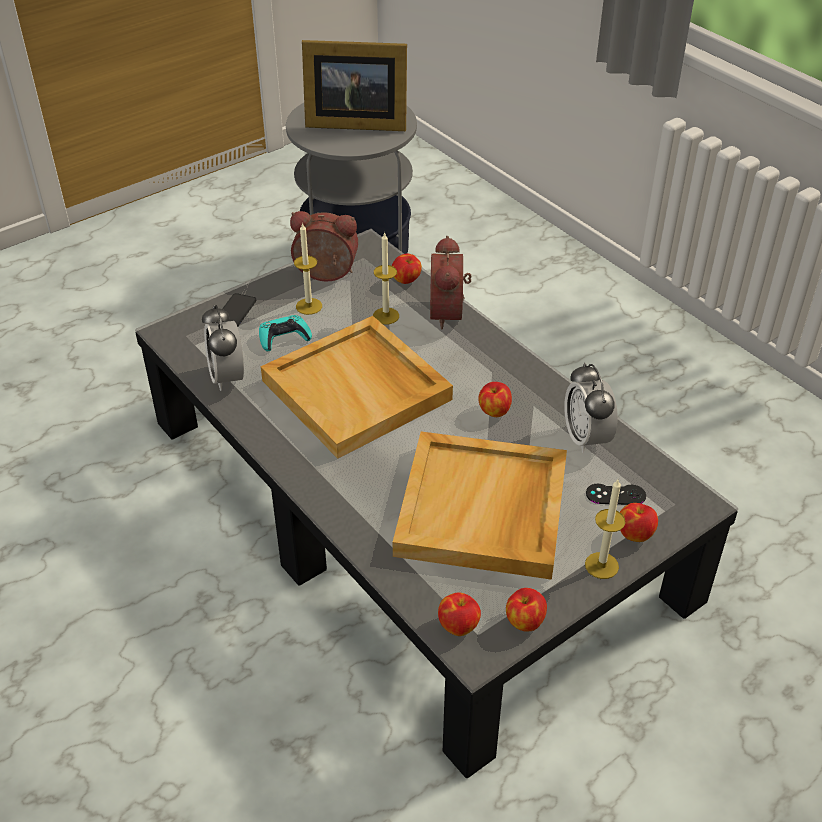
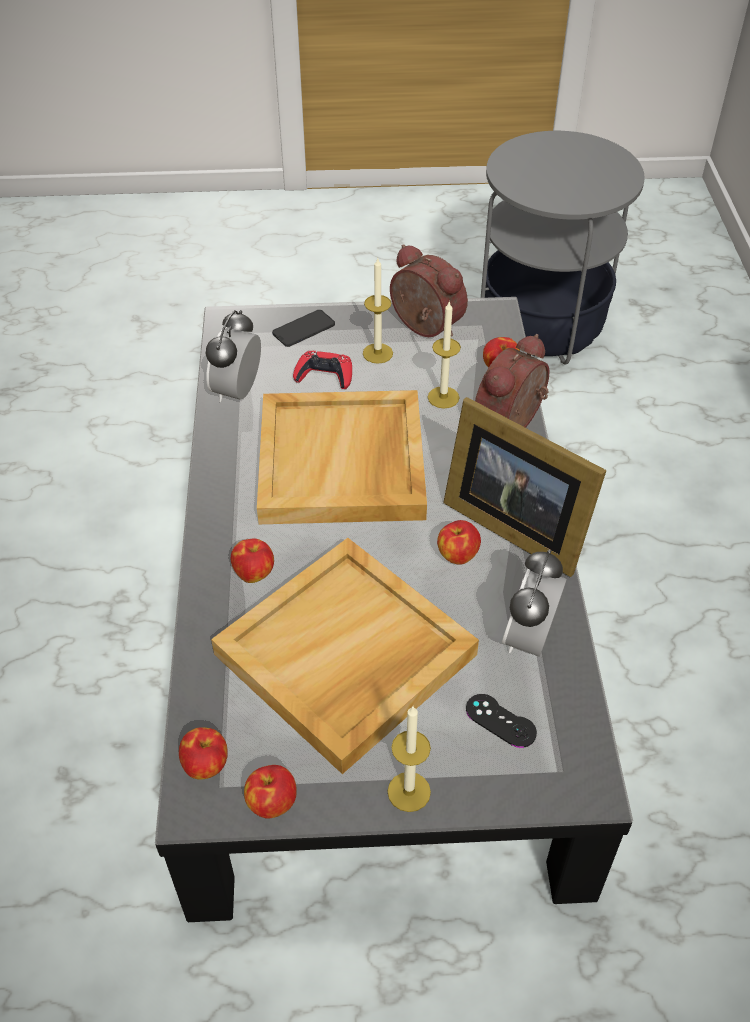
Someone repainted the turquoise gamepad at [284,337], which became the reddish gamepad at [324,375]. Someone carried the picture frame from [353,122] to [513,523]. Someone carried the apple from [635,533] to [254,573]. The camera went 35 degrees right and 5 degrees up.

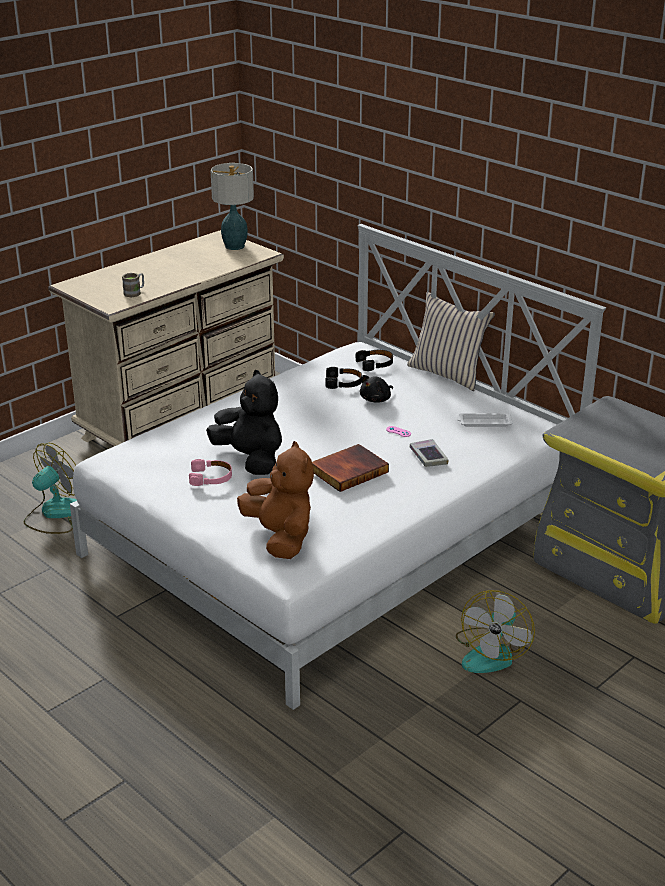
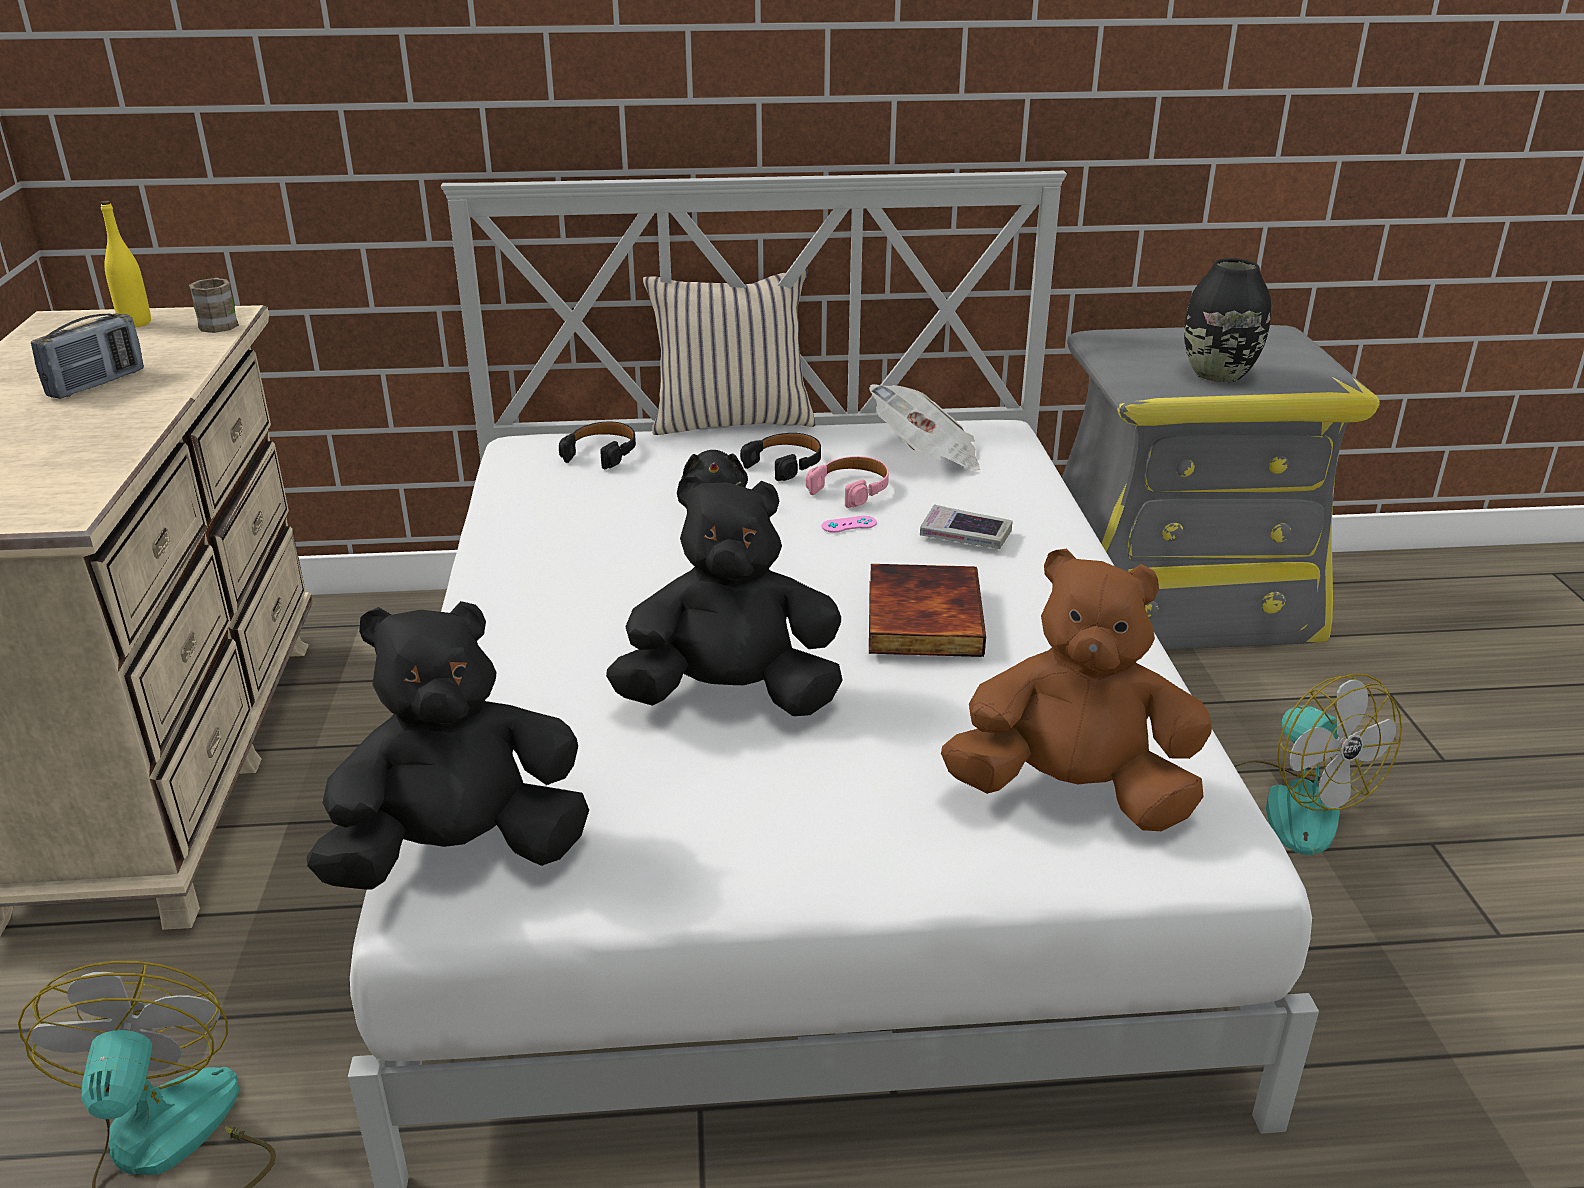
Someone carried the brown mug from [135,292] to [220,323]. Someone carried the pink-coloured pair of headphones from [211,477] to [851,489]. Someone swapped the table lamp at [235,246] for the yellow-coloured bottle at [135,323]. Someone carried the blackish pair of headphones from [343,383] to [785,464]. Someone swapped the white serving tray at [484,423] for the daily paper at [926,456]. Someone put down the radio at [97,384]. Someone put down the blackish cuddly toy at [461,853]. Someone put down the blackish decorative vase at [1217,374]. The camera went 50 degrees left and 0 degrees up.

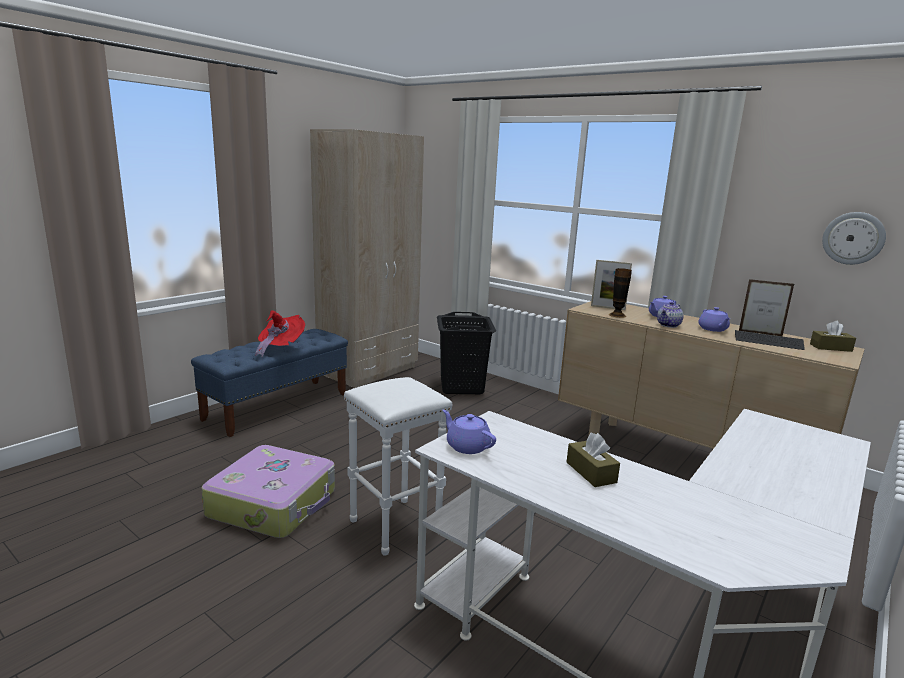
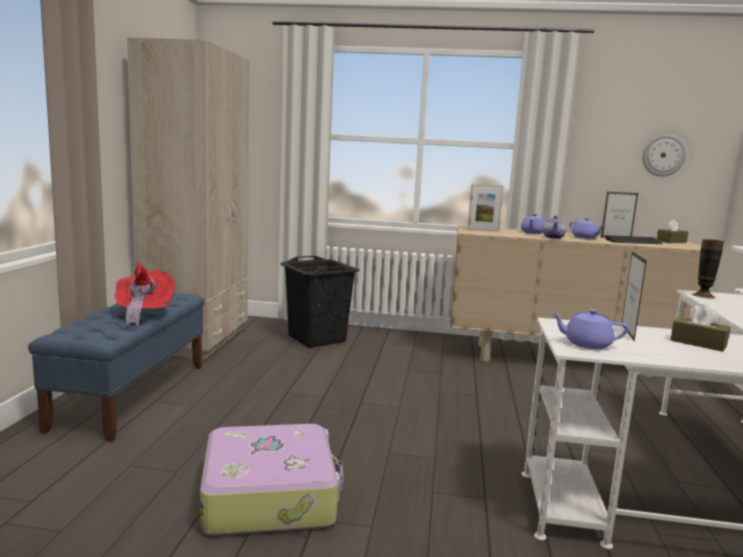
Someone took away the white stool at [395,524]. Someone carried the decorative vase from [617,315] to [703,295]. Someone put down the picture frame at [627,333]. The camera went 30 degrees left and 5 degrees down.

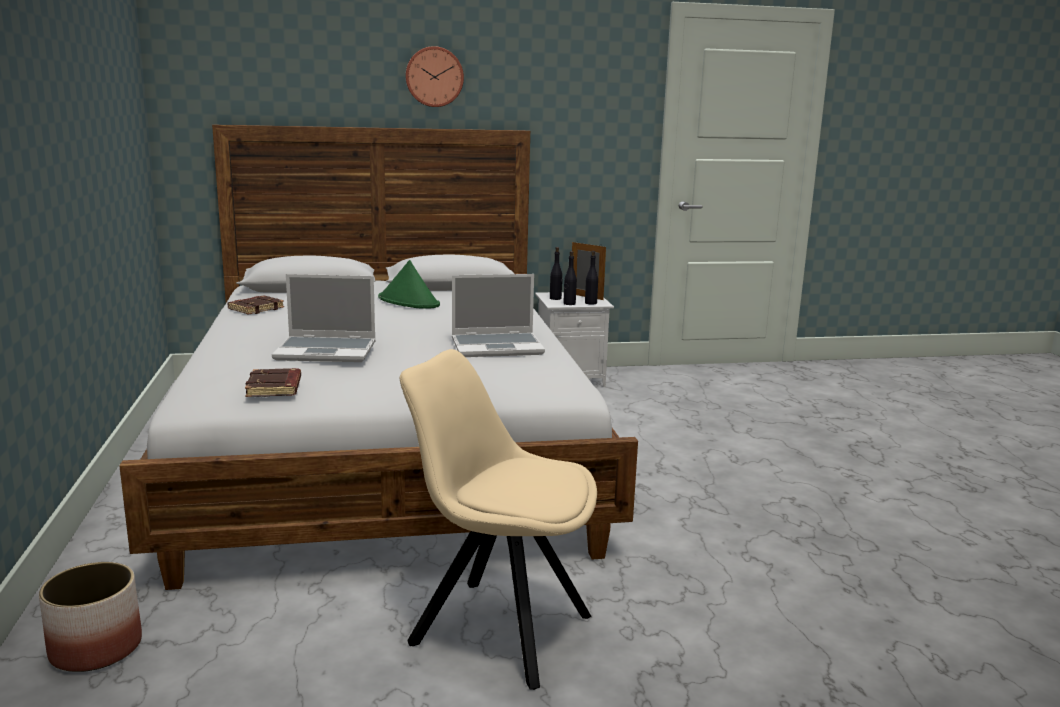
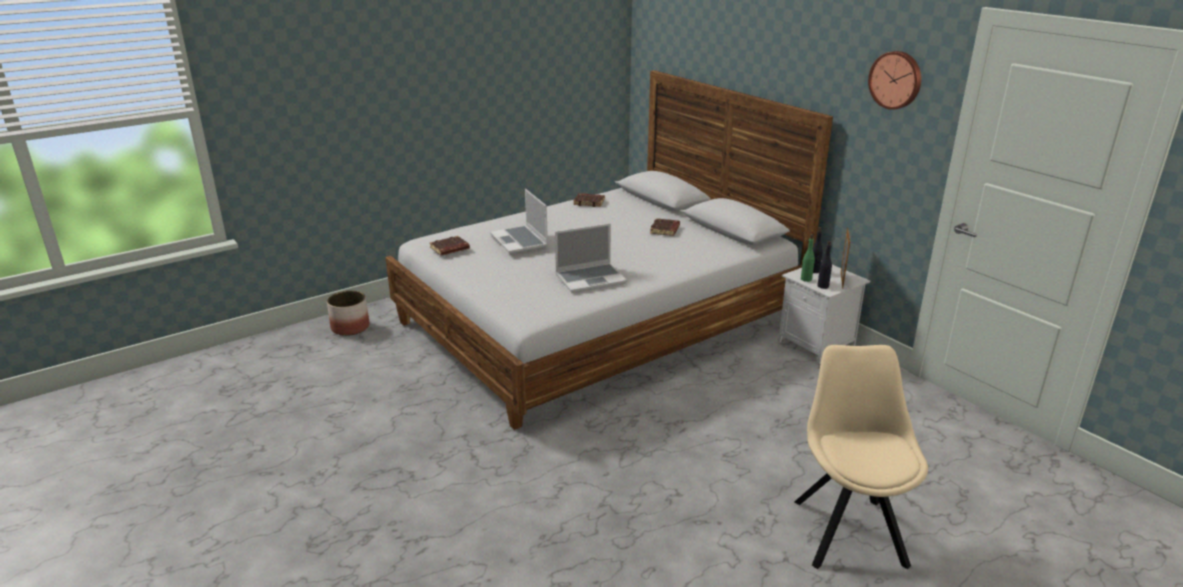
Someone swapped the green-coloured hat at [409,302] for the brown bound book at [665,230]. Someone carried the sand-coloured chair from [499,630] to [847,532]. Someone carried the clock on the wall from [434,77] to [896,80]. Someone rotated the portable computer at [498,346] by 75 degrees counterclockwise. Someone repainted the blackish bottle at [569,303], which became the green-coloured bottle at [806,279]. The camera went 65 degrees right and 10 degrees up.

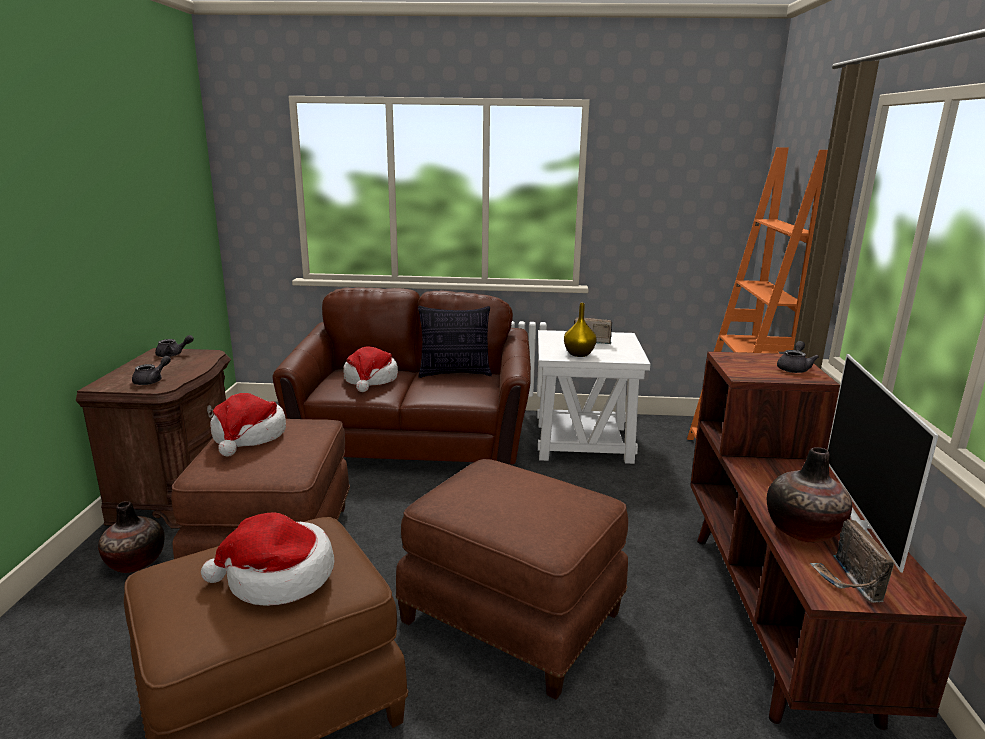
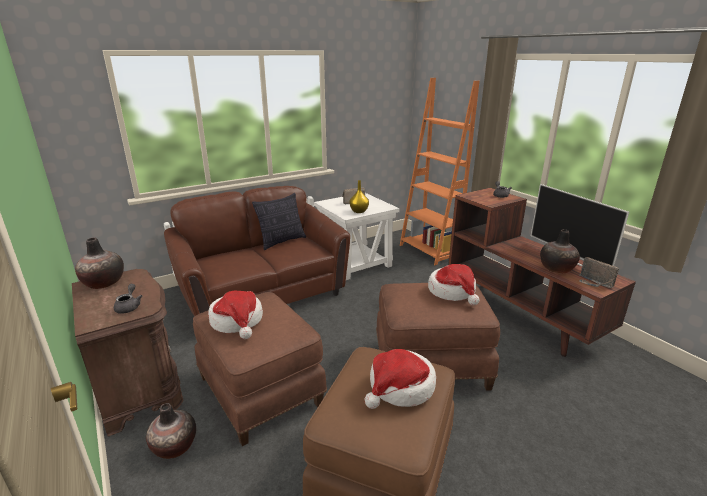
Someone swapped the greyish teapot at [173,354] for the decorative vase at [104,283]. Someone carried the hat from [370,380] to [452,291]. The camera went 35 degrees left and 5 degrees up.

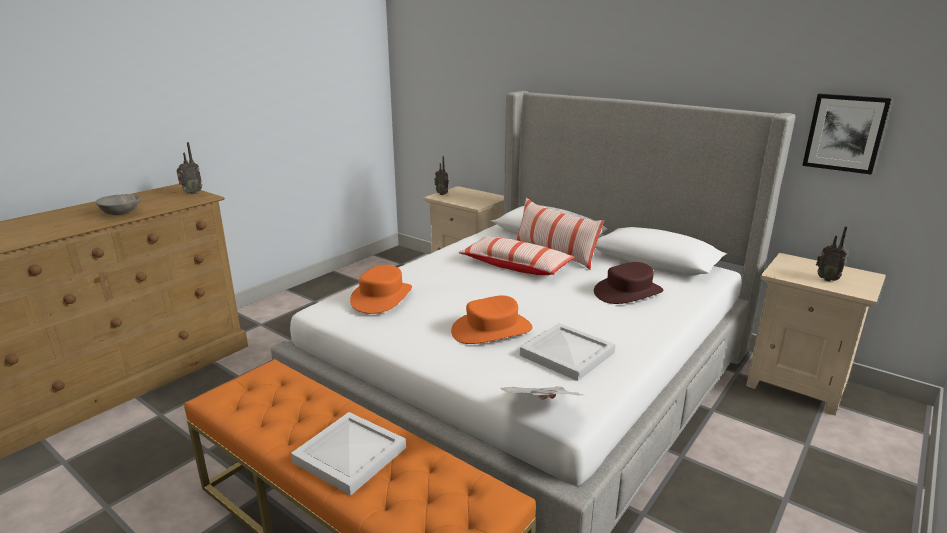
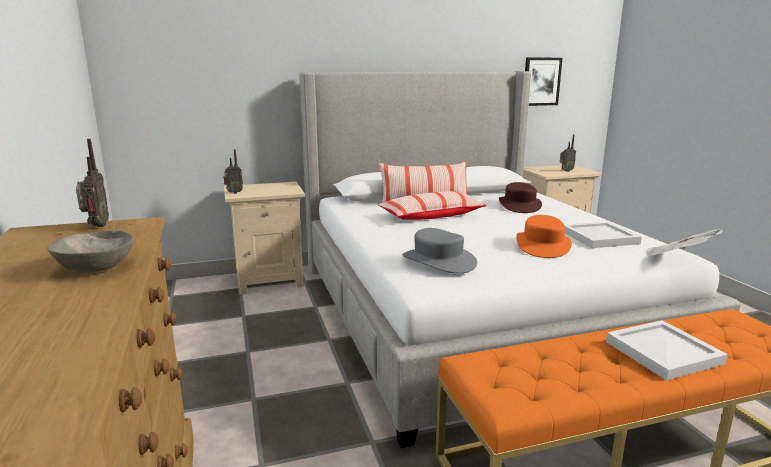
Someone repainted the orange hat at [381,297], which became the greyish hat at [438,261]. The camera went 55 degrees left and 5 degrees down.

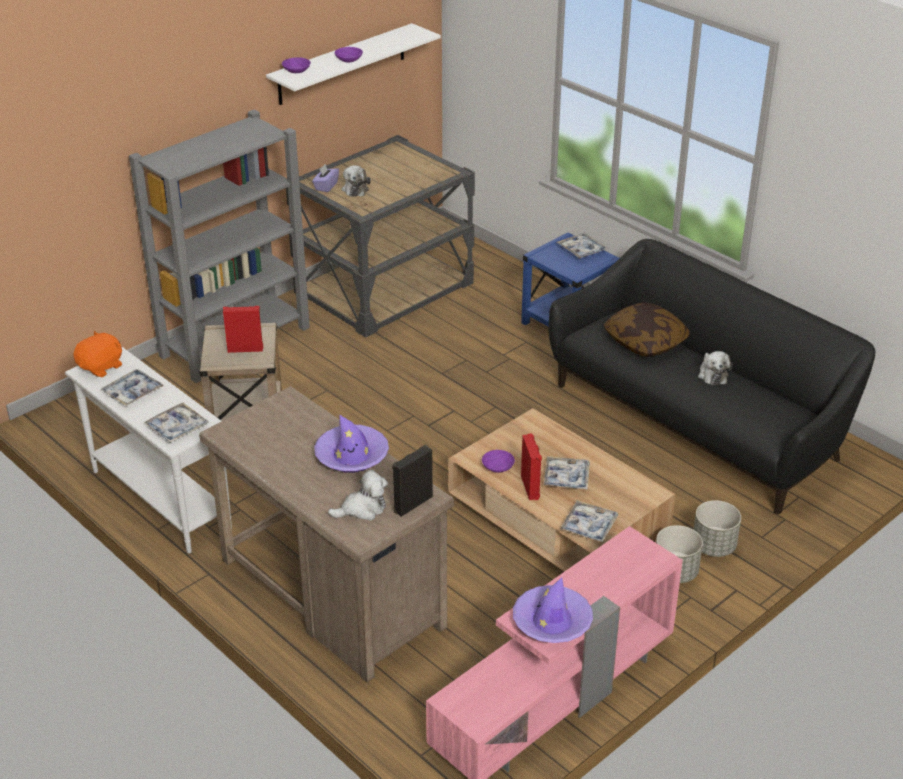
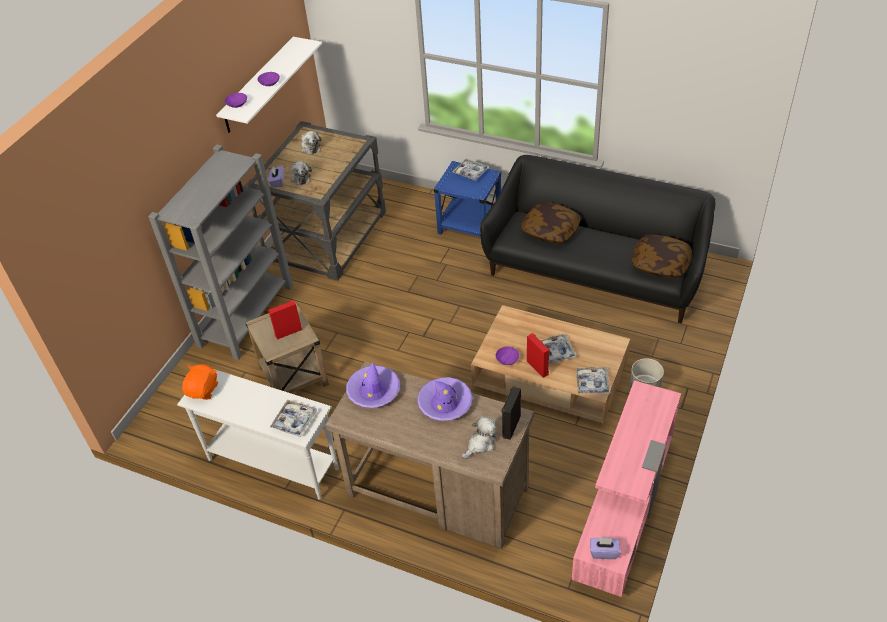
Someone took away the serving tray at [133,392]. Someone carried the purple hat from [552,621] to [374,391]. Someone took away the greyish plant pot at [714,547]. Someone carried the cuddly toy from [712,374] to [310,147]. Someone put down the purple tissue holder at [604,552]. Someone put down the throw pillow at [660,263]. The camera went 20 degrees left and 10 degrees up.

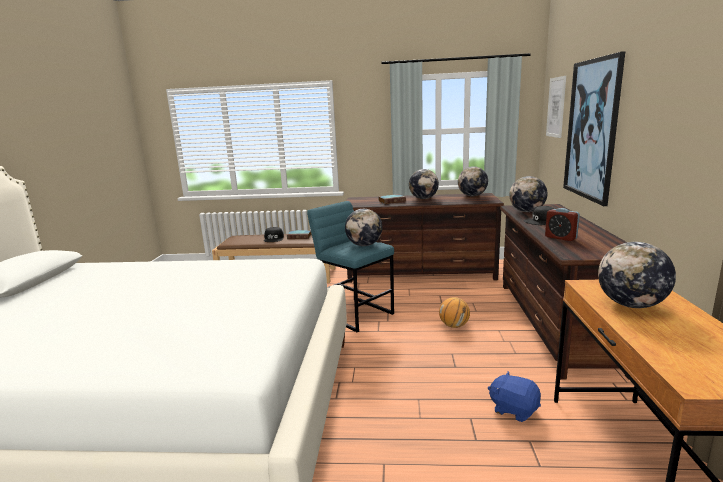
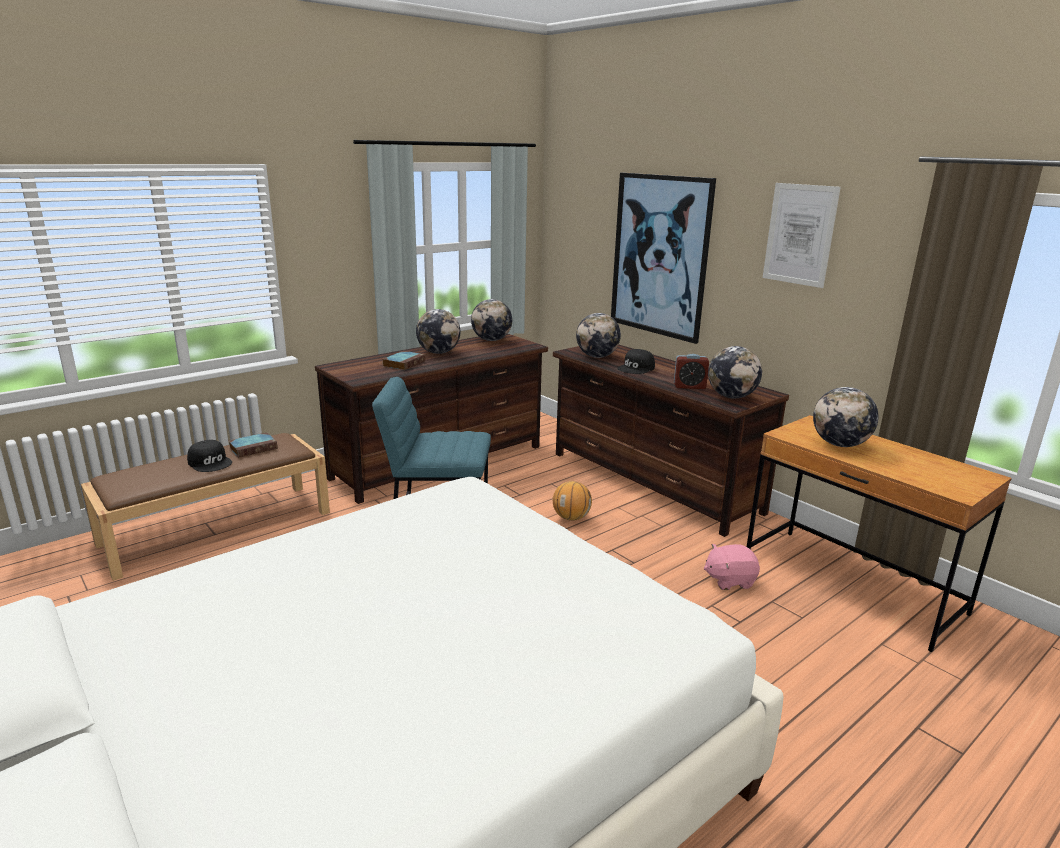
Someone carried the globe from [364,245] to [731,397]. Someone repainted the blue-coloured cuddly toy at [514,409], which became the pink-coloured cuddly toy at [729,580]. Someone carried the wall picture from [556,107] to [800,234]. The camera went 45 degrees left and 5 degrees up.

